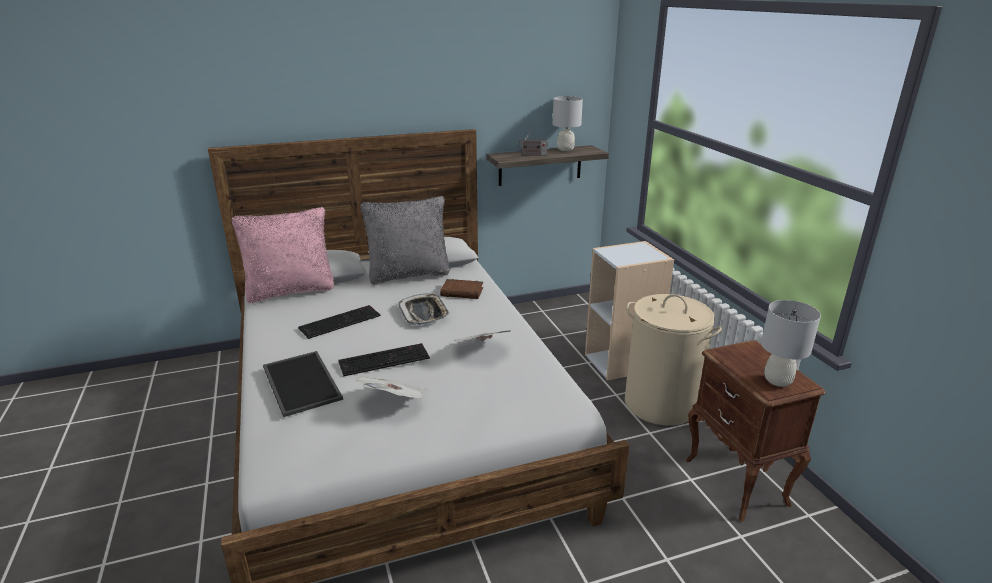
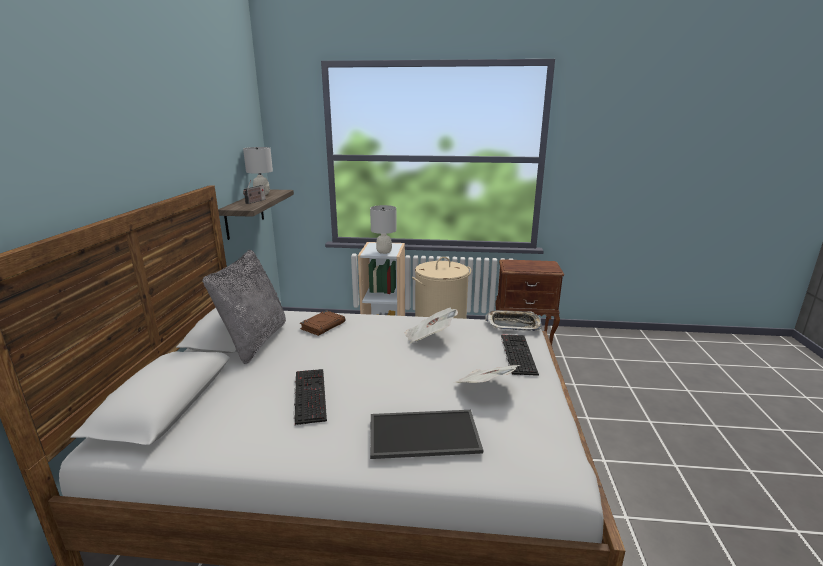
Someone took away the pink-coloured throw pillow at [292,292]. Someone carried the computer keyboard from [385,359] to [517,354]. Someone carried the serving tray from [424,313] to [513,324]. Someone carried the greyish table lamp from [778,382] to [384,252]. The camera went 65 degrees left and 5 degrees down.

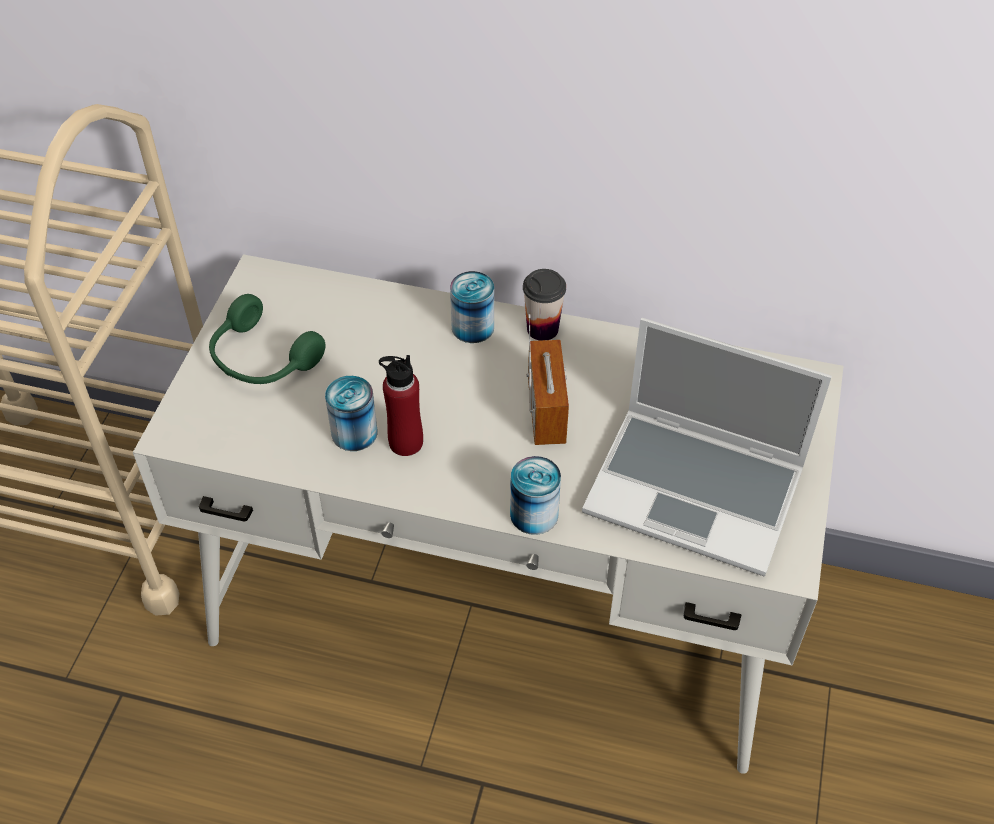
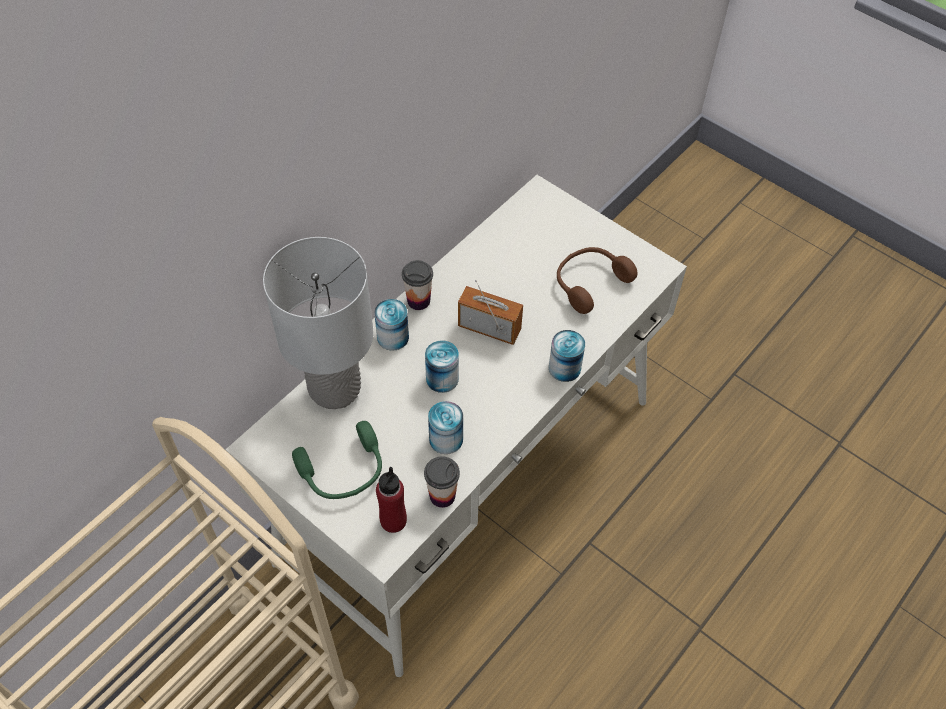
Someone carried the reddish bottle from [405,442] to [393,520]. Someone swapped the portable computer at [697,491] for the brown pair of headphones at [589,283]. Someone put down the greyish table lamp at [335,390]. Someone put down the cup at [442,495]. Someone put down the can at [442,378]. The camera went 65 degrees left and 5 degrees up.

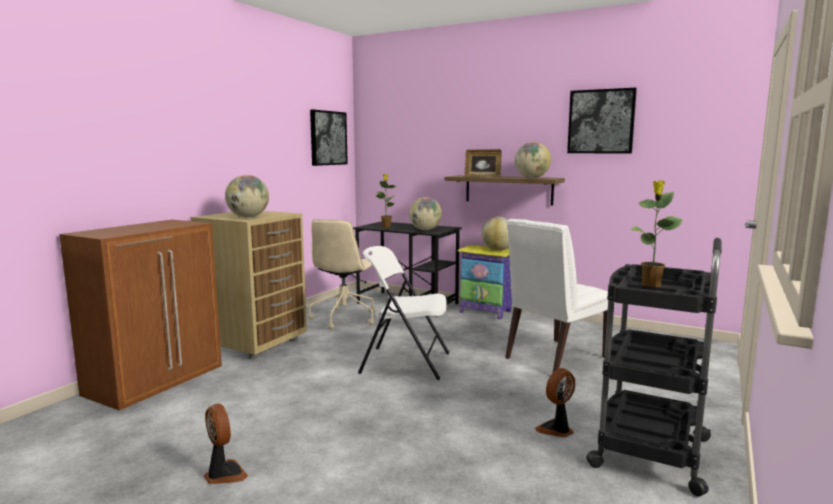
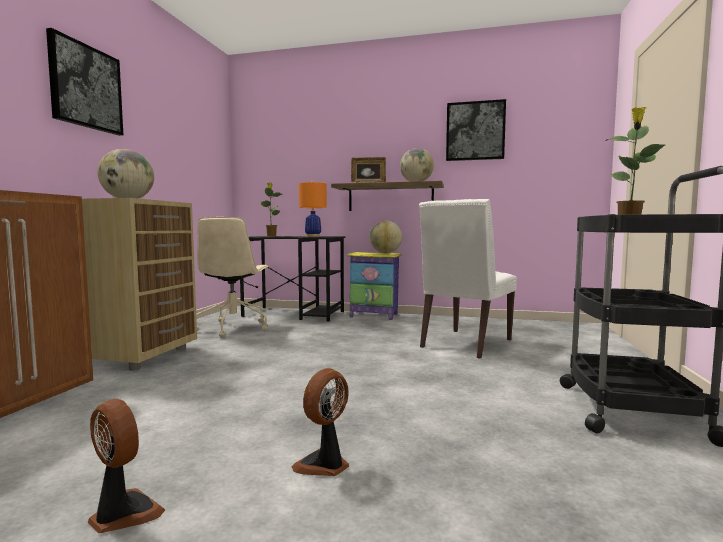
Someone carried the wall picture from [328,138] to [86,87]. Someone took away the white chair at [405,363]. Someone swapped the globe at [425,230] for the orange table lamp at [313,236]. Someone carried the electric fan from [556,430] to [324,465]. The camera went 15 degrees left and 5 degrees down.

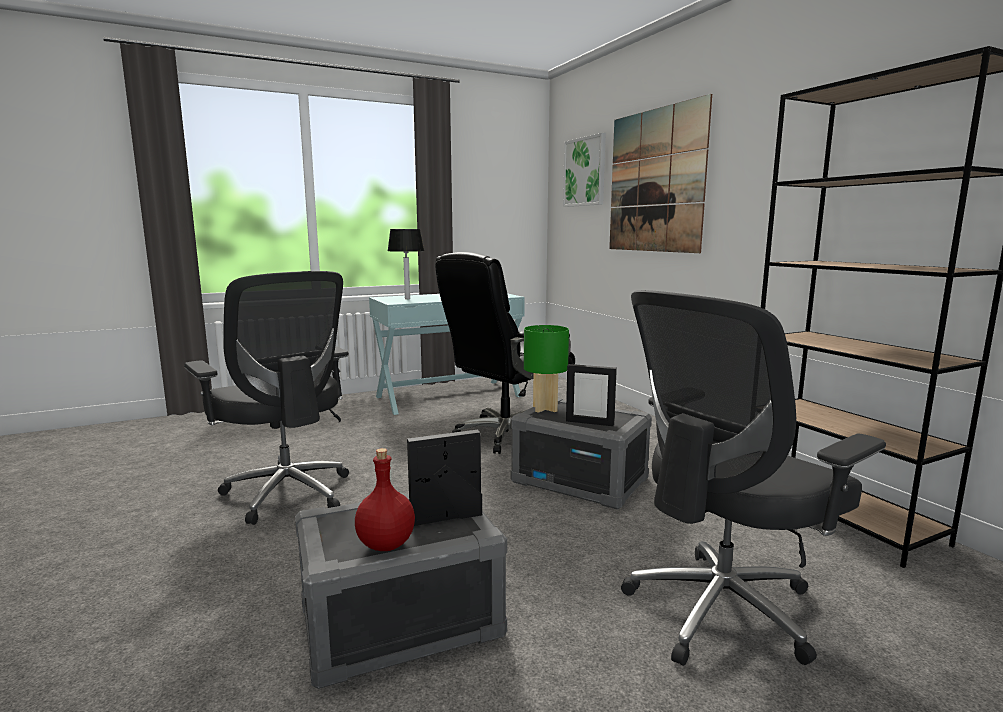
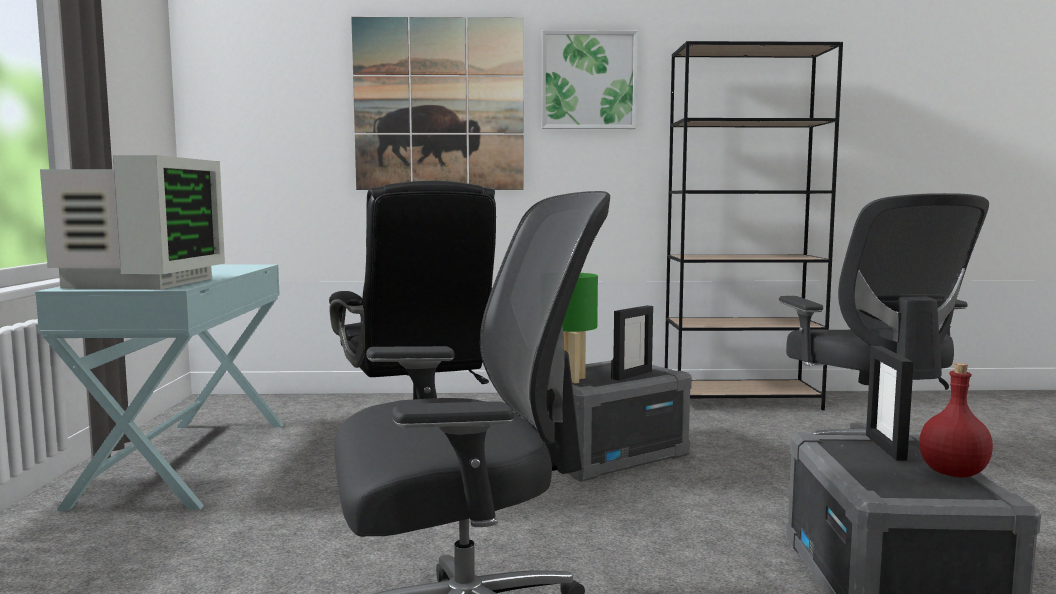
Someone swapped the table lamp at [407,298] for the computer display at [139,283]. Someone carried the wall picture from [585,172] to [588,80]. The camera went 65 degrees left and 5 degrees down.

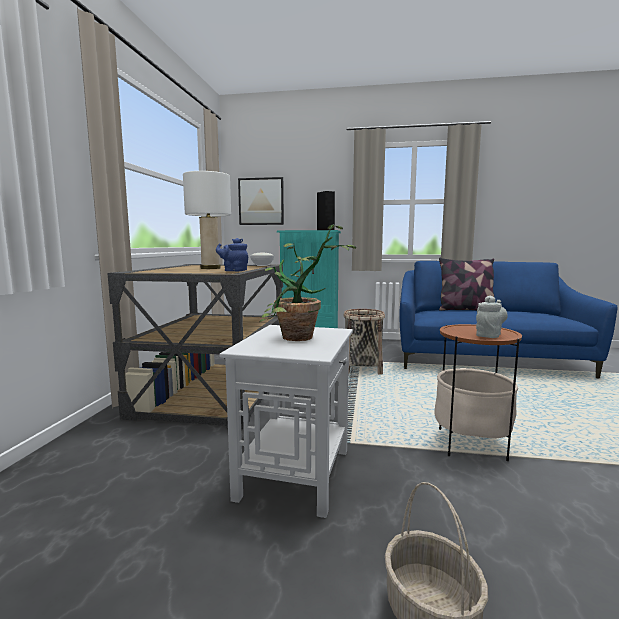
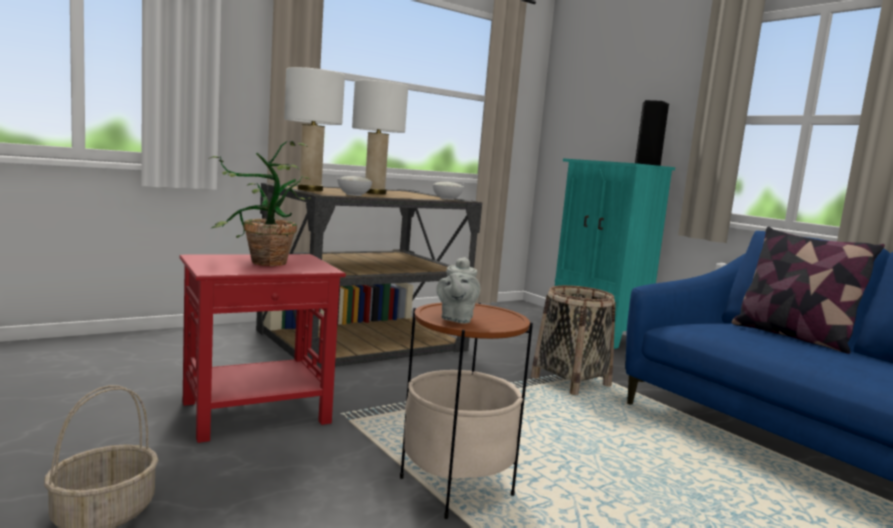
Someone swapped the blue-coloured teapot at [234,270] for the white deep dish at [354,195]. Someone repainted the white accent table at [295,472], which became the reddish accent table at [257,412]. Someone took away the wall picture at [261,201]. Someone rotated the greyish teapot at [489,335] by 105 degrees clockwise. Someone put down the white table lamp at [310,190]. The camera went 45 degrees right and 0 degrees up.

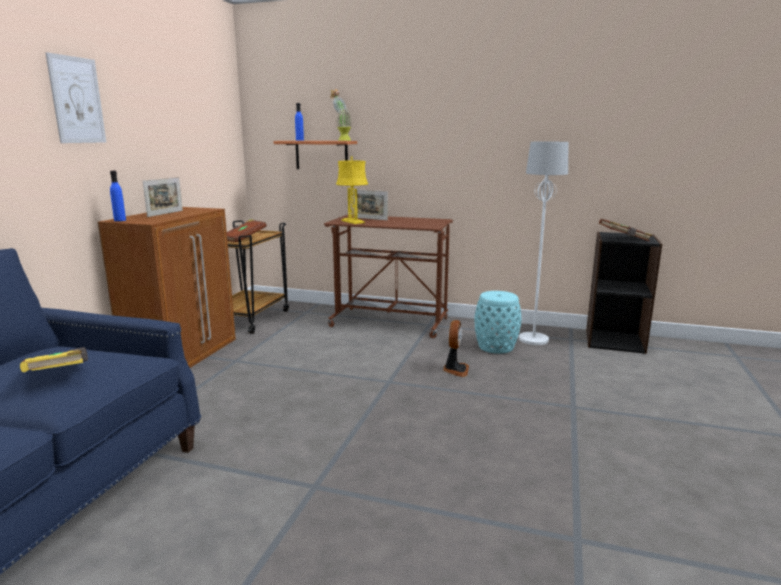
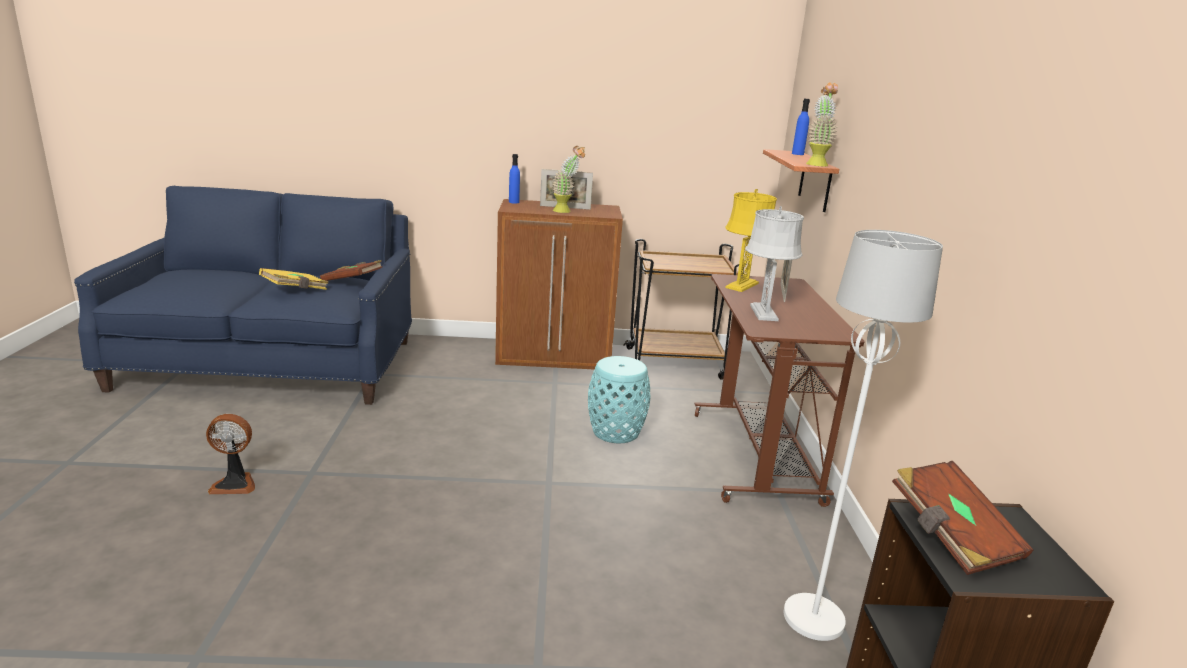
Someone took away the wall picture at [77,100]. Someone carried the brown bound book from [244,239] to [353,282]. Someone carried the electric fan from [455,370] to [235,484]. Someone carried the turquoise stool from [495,347] to [615,432]. Someone put down the houseplant at [566,211]. Someone put down the greyish table lamp at [764,313]. The camera went 70 degrees right and 5 degrees up.

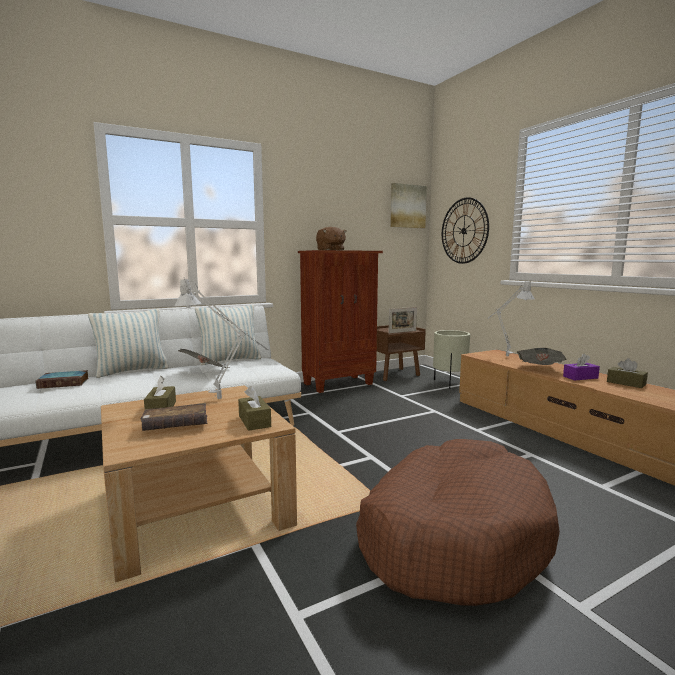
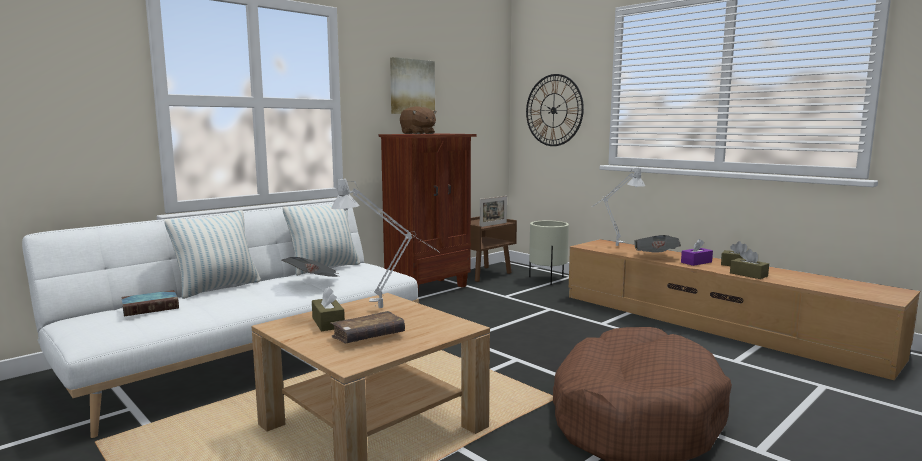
Someone carried the brown tissue holder from [254,421] to [748,274]. Someone carried the wall picture from [407,206] to [411,87]. The camera went 15 degrees left and 0 degrees up.

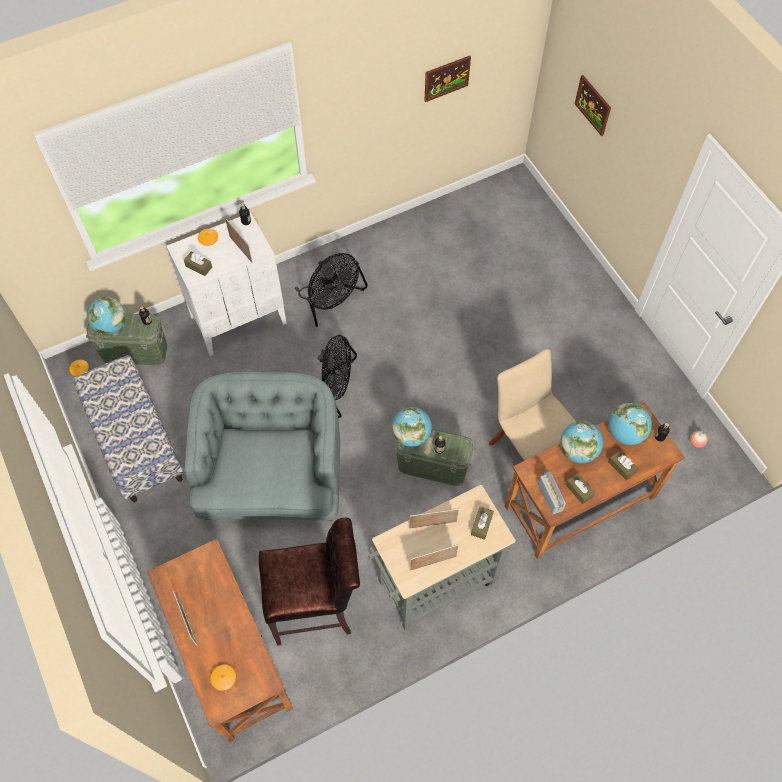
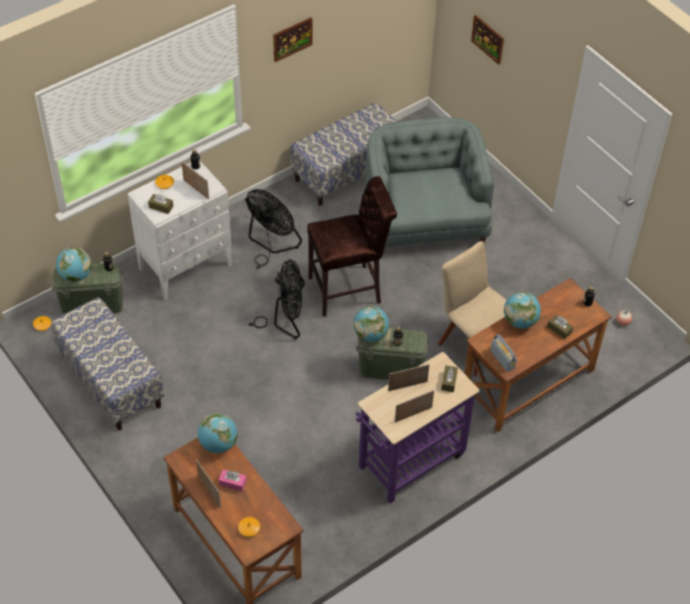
Someone carried the greyish armchair from [272,476] to [424,219]. Someone carried the brown stool from [316,608] to [349,290]. Someone rotated the blackish electric fan at [329,301] by 90 degrees counterclockwise. Someone repainted the greyish cart at [435,583], which became the purple cart at [410,462]. Someone carried the wall picture from [446,78] to [292,39]. Someone took away the brown tissue holder at [579,490]. Someone carried the globe from [625,433] to [218,444]. Someone put down the pink-coloured tissue holder at [232,483]. Someone put down the indoor bench at [347,171]. The camera went 10 degrees left and 10 degrees down.

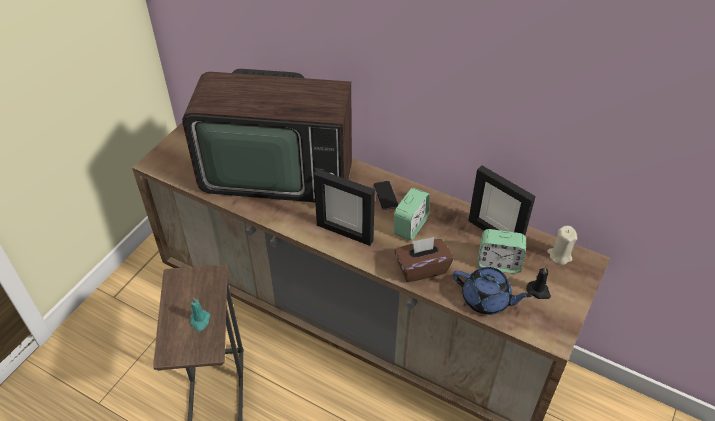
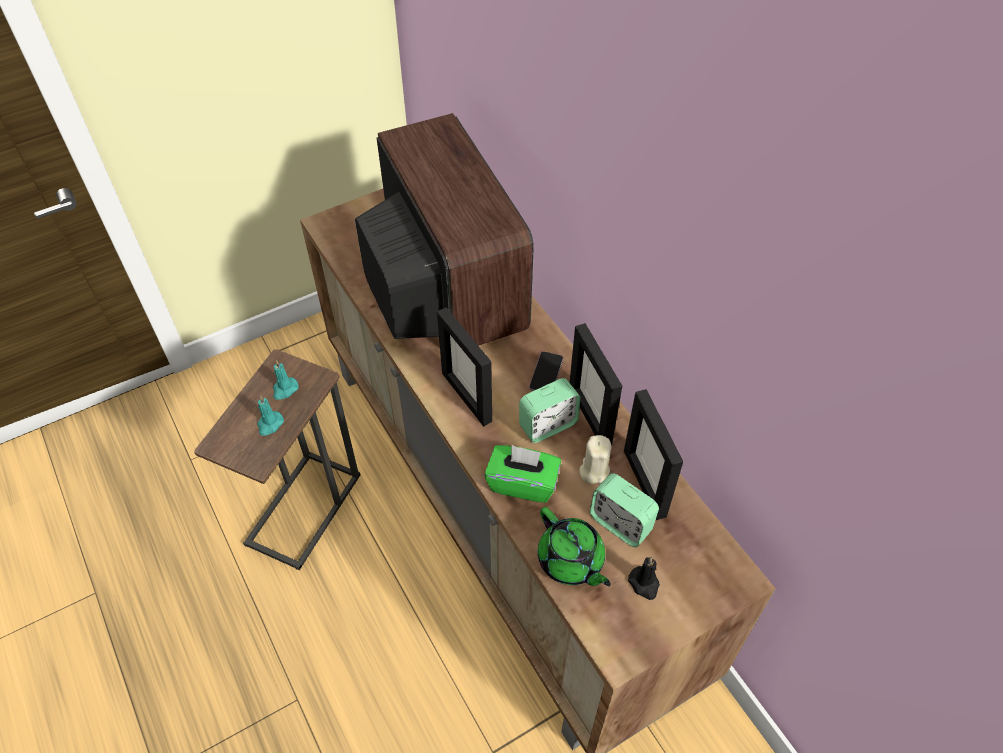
Someone rotated the TV at [277,170] by 150 degrees counterclockwise. Someone repainted the brown tissue holder at [421,268], which became the green-coloured tissue holder at [522,483]. Someone repainted the blue-coloured teapot at [486,299], which became the green-coloured teapot at [571,561]. Someone carried the sand-coloured wax light from [559,255] to [594,471]. Someone put down the turquoise wax light at [284,389]. Someone put down the picture frame at [591,415]. The camera went 30 degrees right and 5 degrees up.

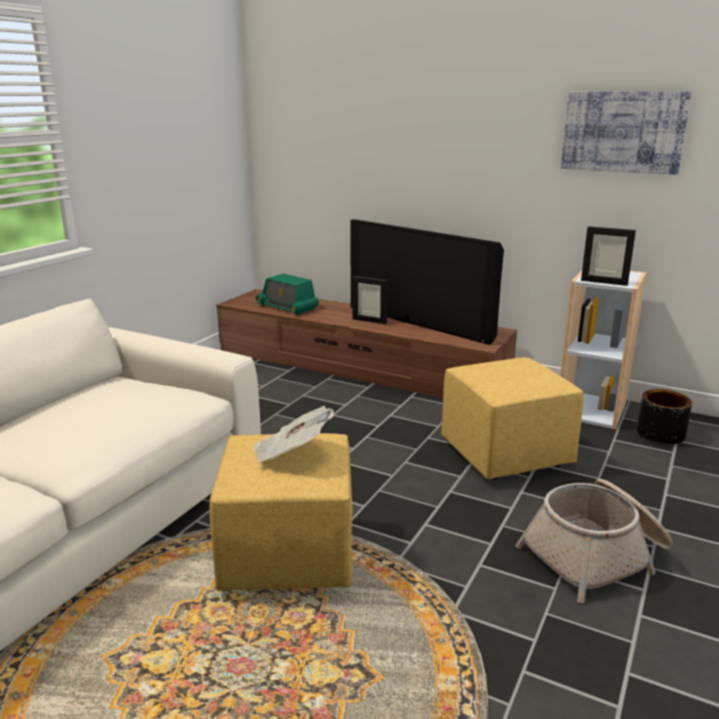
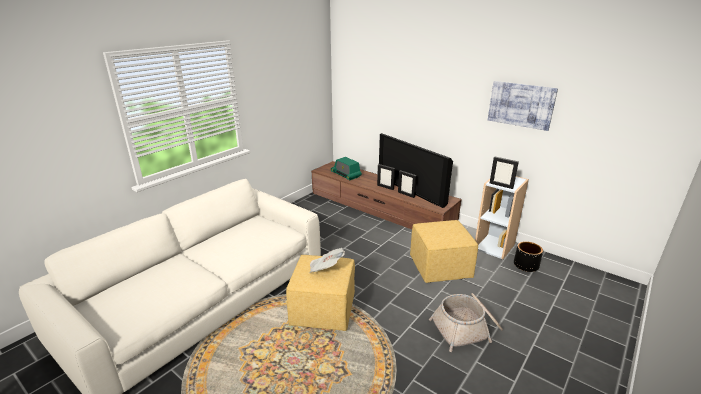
Someone put down the picture frame at [406,194]. The camera went 10 degrees right and 5 degrees up.

